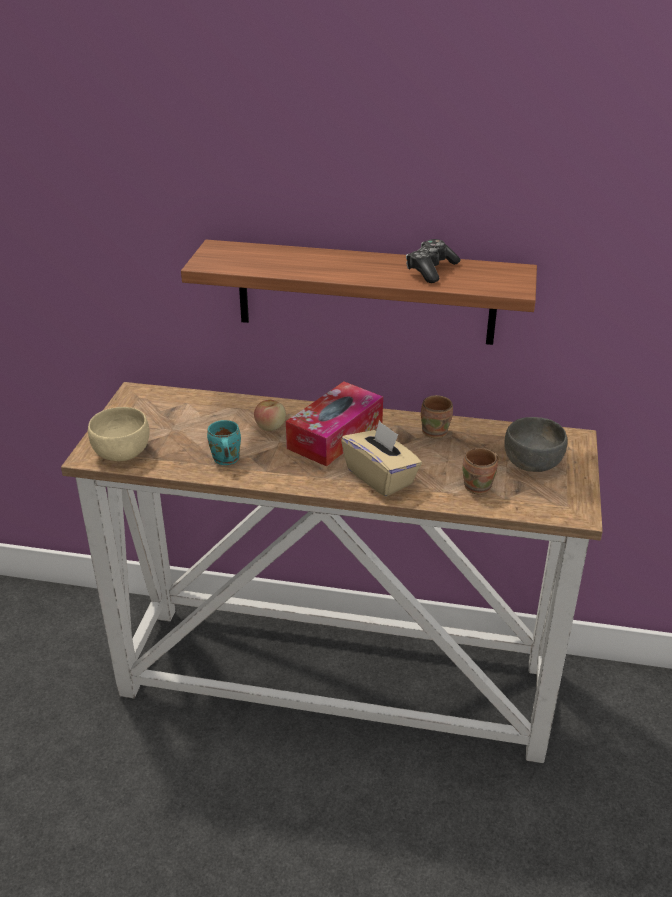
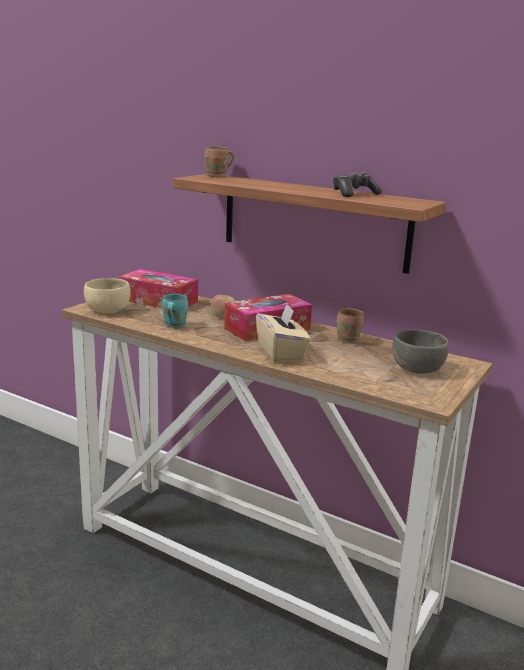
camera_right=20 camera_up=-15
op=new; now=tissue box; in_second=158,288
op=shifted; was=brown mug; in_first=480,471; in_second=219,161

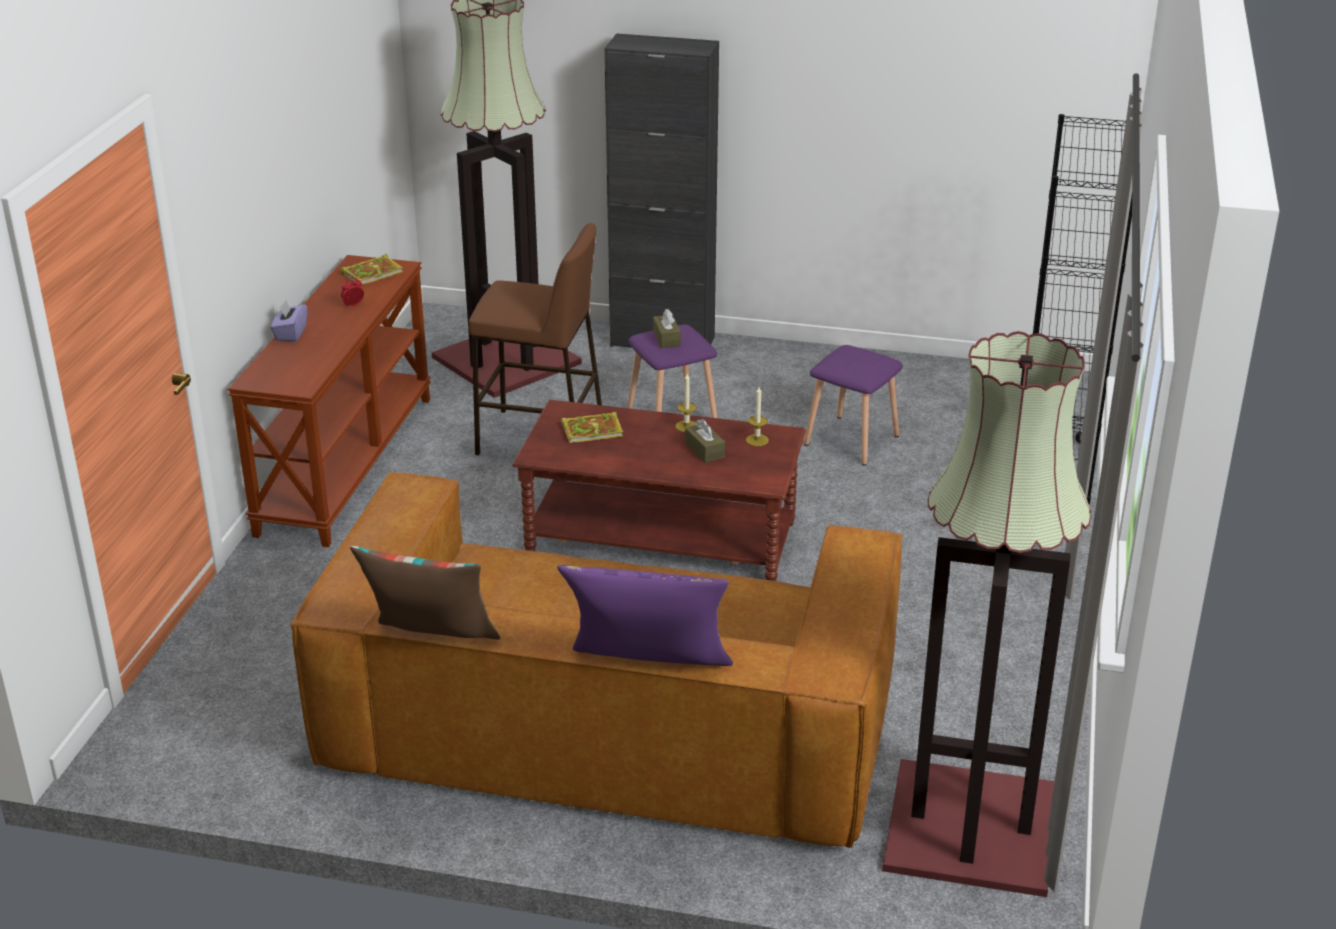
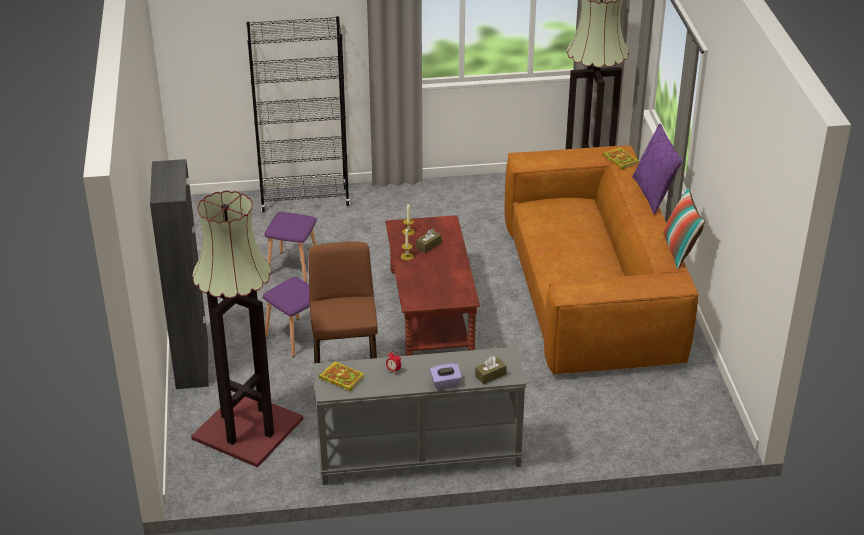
camera_right=-110 camera_up=5
op=repainted; was=brown console table; now=grey console table; in_first=329,401; in_second=420,416
op=shifted; was=brown tissue box; in_first=667,328; in_second=491,370
op=shifted; was=book; in_first=592,427; in_second=620,159

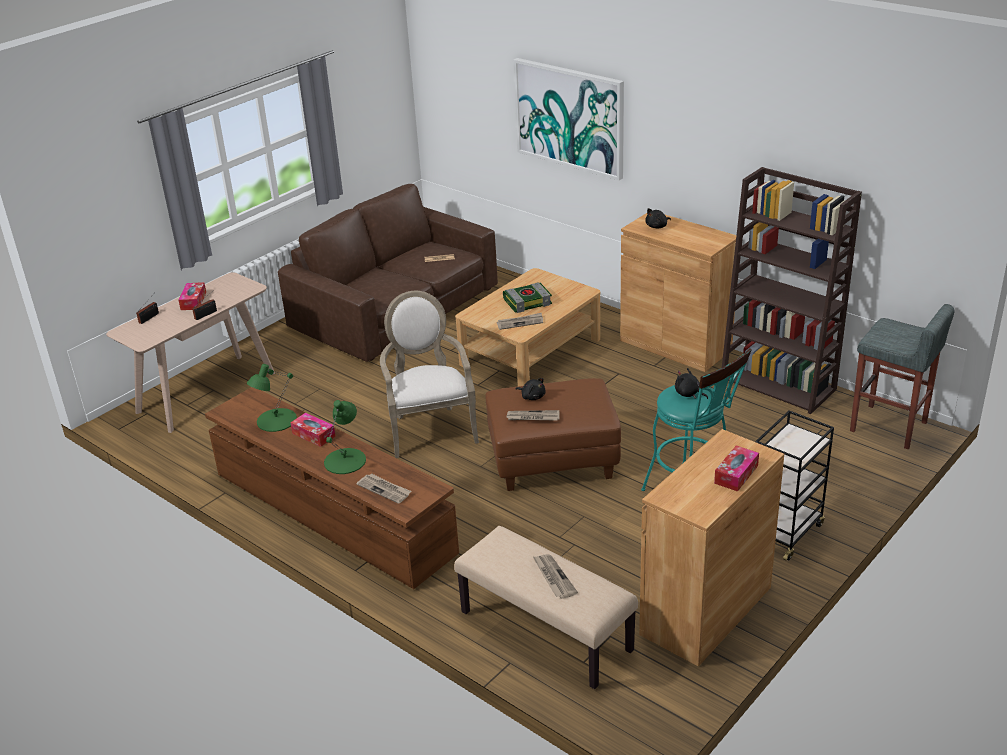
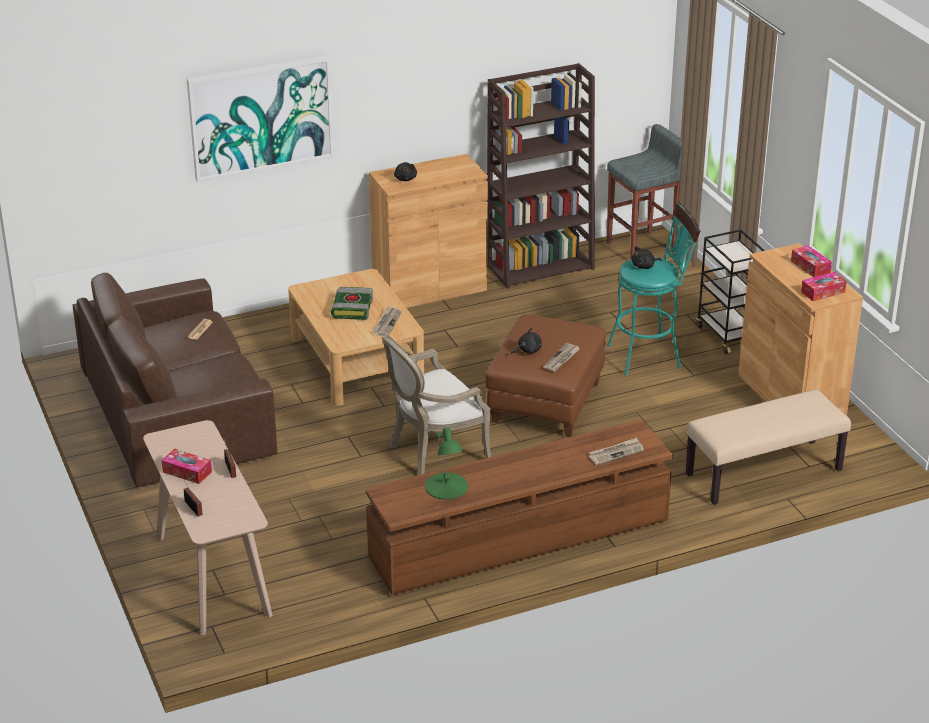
camera_right=-65 camera_up=0
op=rotated; was=armchair; in_first=429,374; in_second=436,405; clockwise=-45
op=shifted; was=tissue box; in_first=313,430; in_second=824,286
op=gone; was=green table lamp; in_first=345,437
op=gone; was=newspaper; in_first=555,576

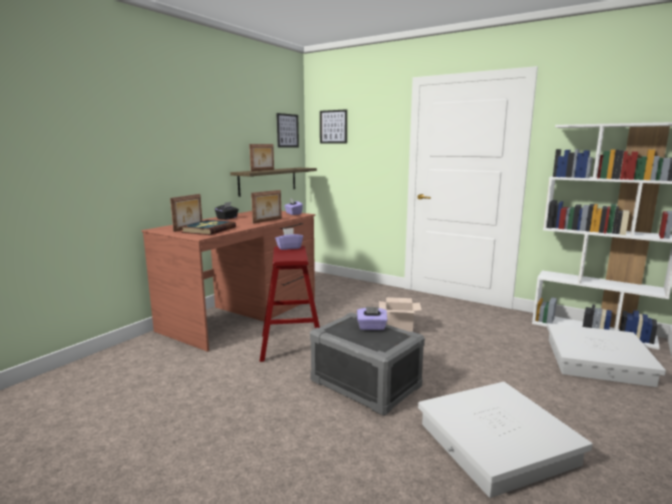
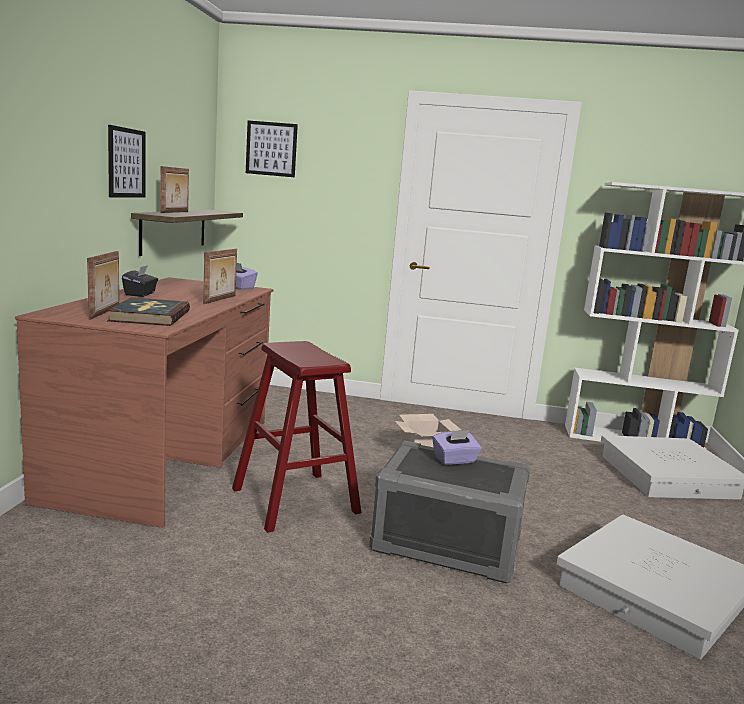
camera_right=-25 camera_up=0
op=shifted; was=picture; in_first=287,130; in_second=127,161
op=gone; was=purple tissue box; in_first=289,239

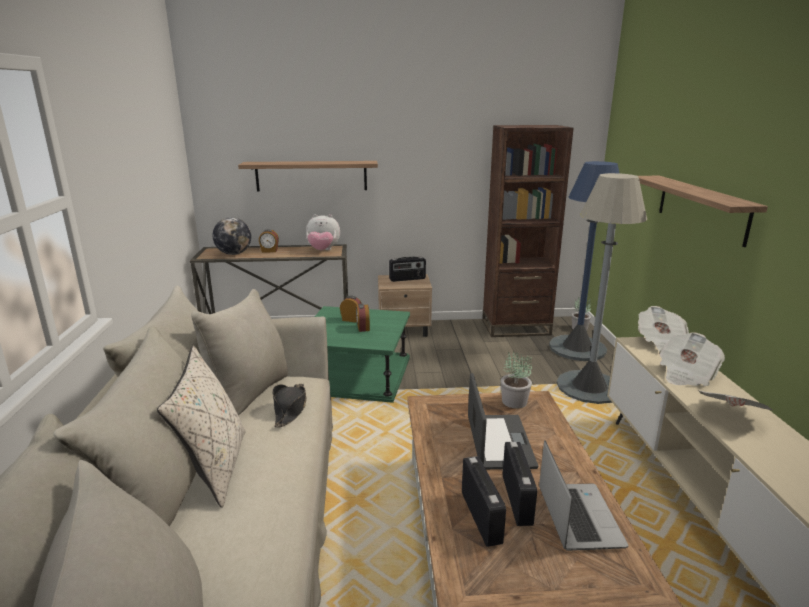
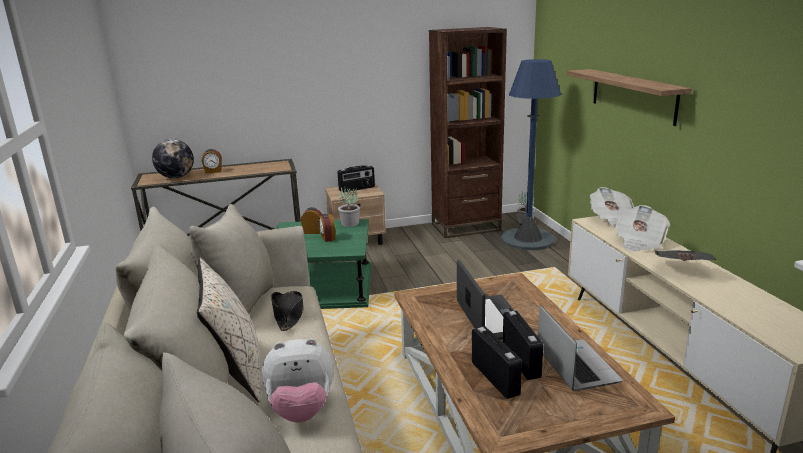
camera_right=-10 camera_up=0
op=shifted; was=plush toy; in_first=323,232; in_second=298,380
op=shifted; was=potted plant; in_first=516,379; in_second=349,206
op=gone; was=shelf; in_first=308,176
op=gone; was=grey floor lamp; in_first=601,288

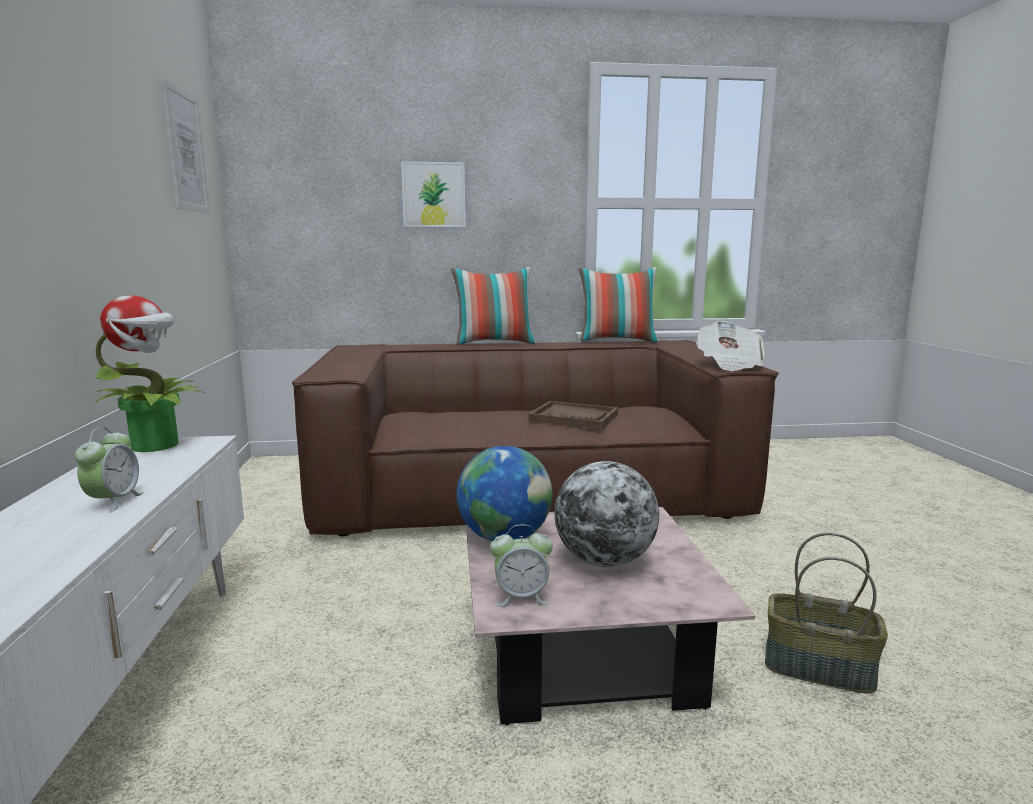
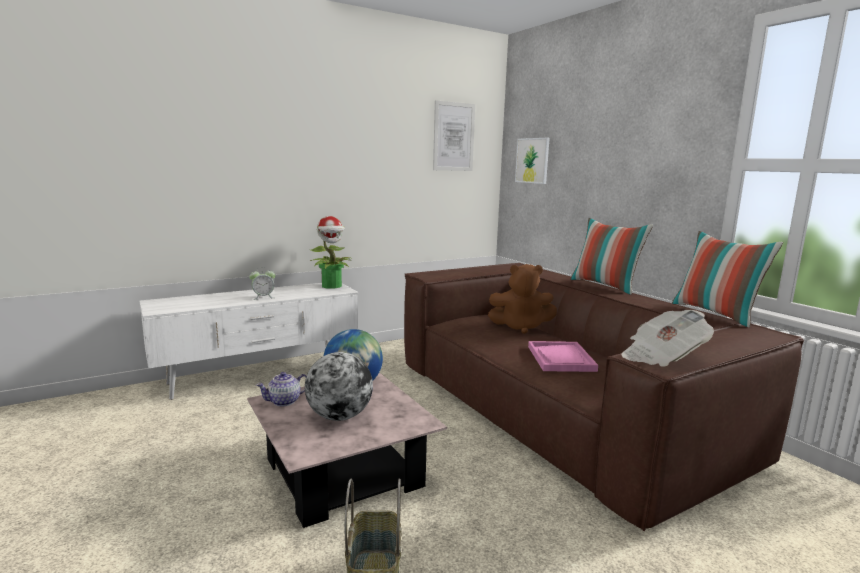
camera_right=65 camera_up=0
op=swapped; was=alarm clock; now=teapot; in_first=521,565; in_second=281,389
op=new; now=brown plush toy; in_second=522,299
op=shifted; was=picture; in_first=433,194; in_second=532,161
op=repainted; was=brown tray; now=pink tray; in_first=573,415; in_second=563,356

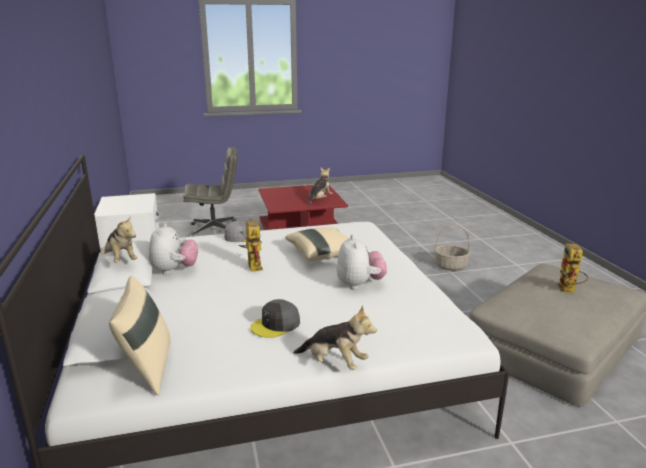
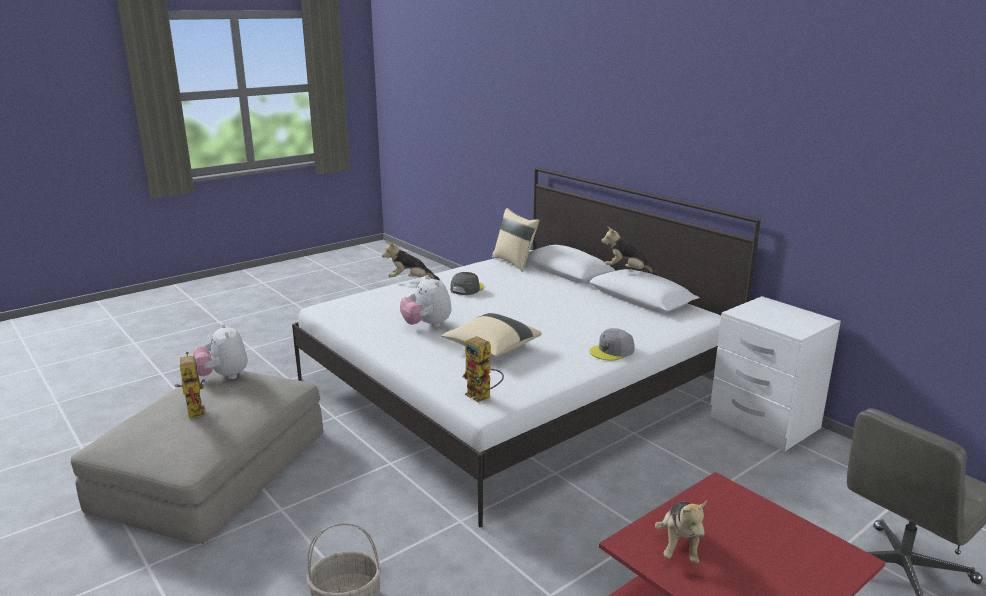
camera_right=155 camera_up=0
op=shifted; was=plush toy; in_first=173,249; in_second=220,351
op=shifted; was=toy robot; in_first=251,245; in_second=483,369

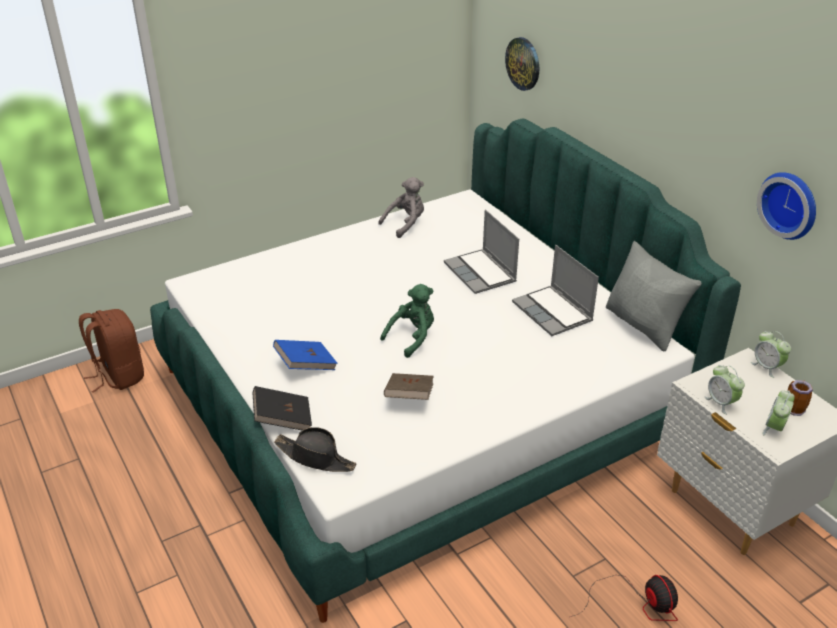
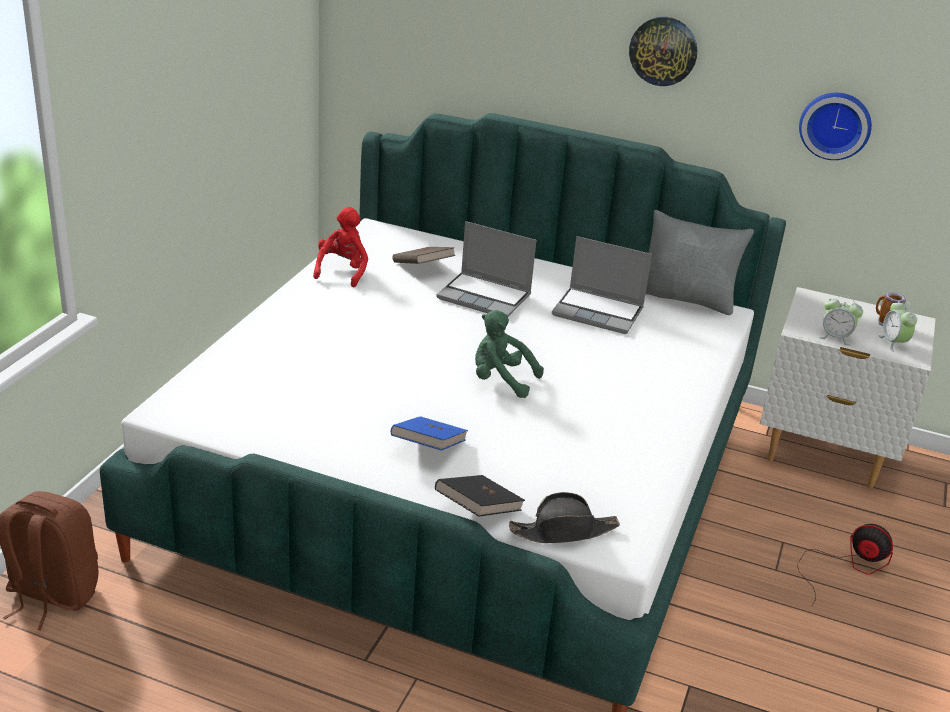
camera_right=-40 camera_up=-5
op=repainted; was=grey plush toy; now=red plush toy; in_first=401,207; in_second=340,247
op=shifted; was=brown book; in_first=409,386; in_second=424,255
op=rotated; was=green plush toy; in_first=407,321; in_second=509,354; clockwise=-75
op=shifted; was=wall clock; in_first=522,64; in_second=663,51
op=gone; was=alarm clock; in_first=771,354

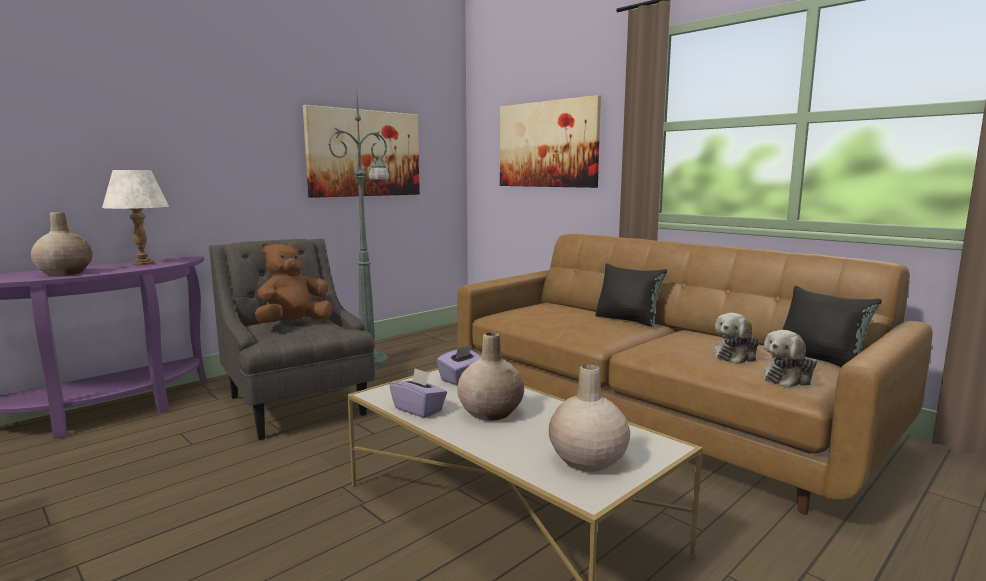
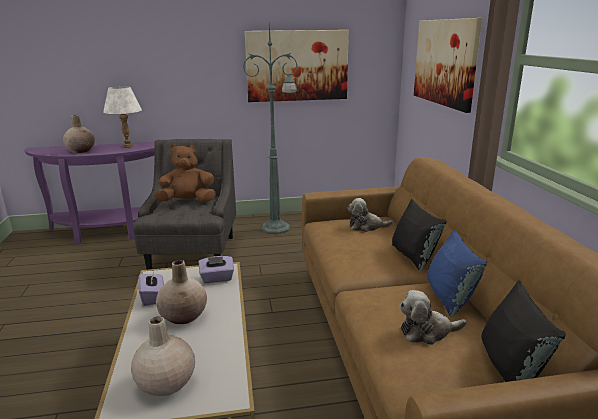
camera_right=35 camera_up=10
op=shifted; was=plush toy; in_first=790,358; in_second=370,215
op=new; now=blue pillow; in_second=457,273

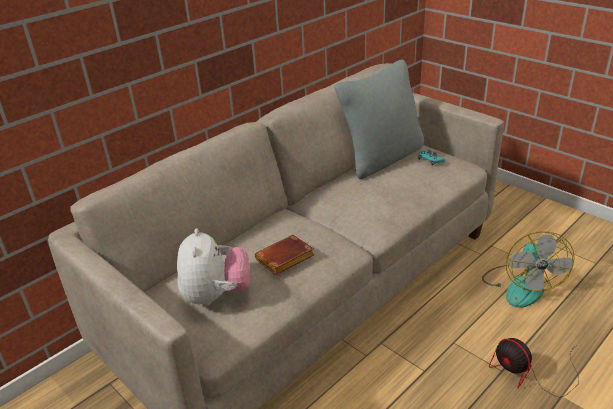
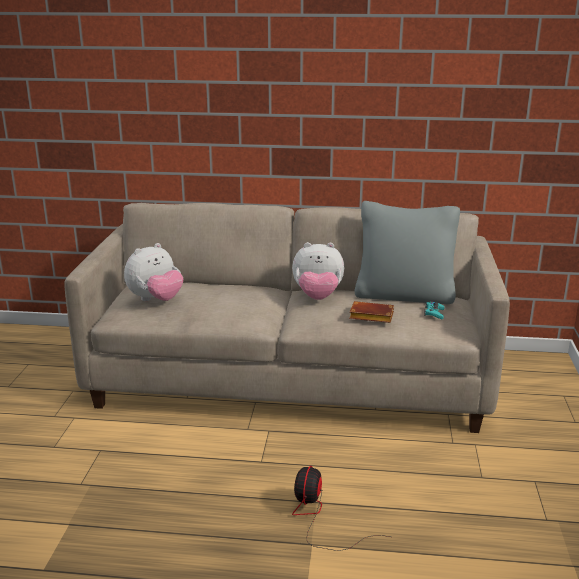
camera_right=50 camera_up=-10
op=new; now=plush toy; in_second=318,271
op=shifted; was=brown book; in_first=284,255; in_second=371,312
op=gone; was=fan; in_first=528,269

